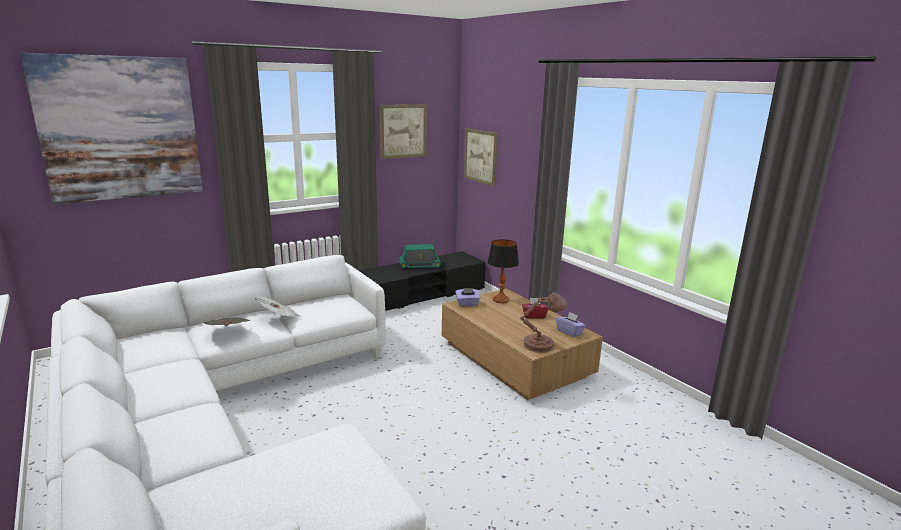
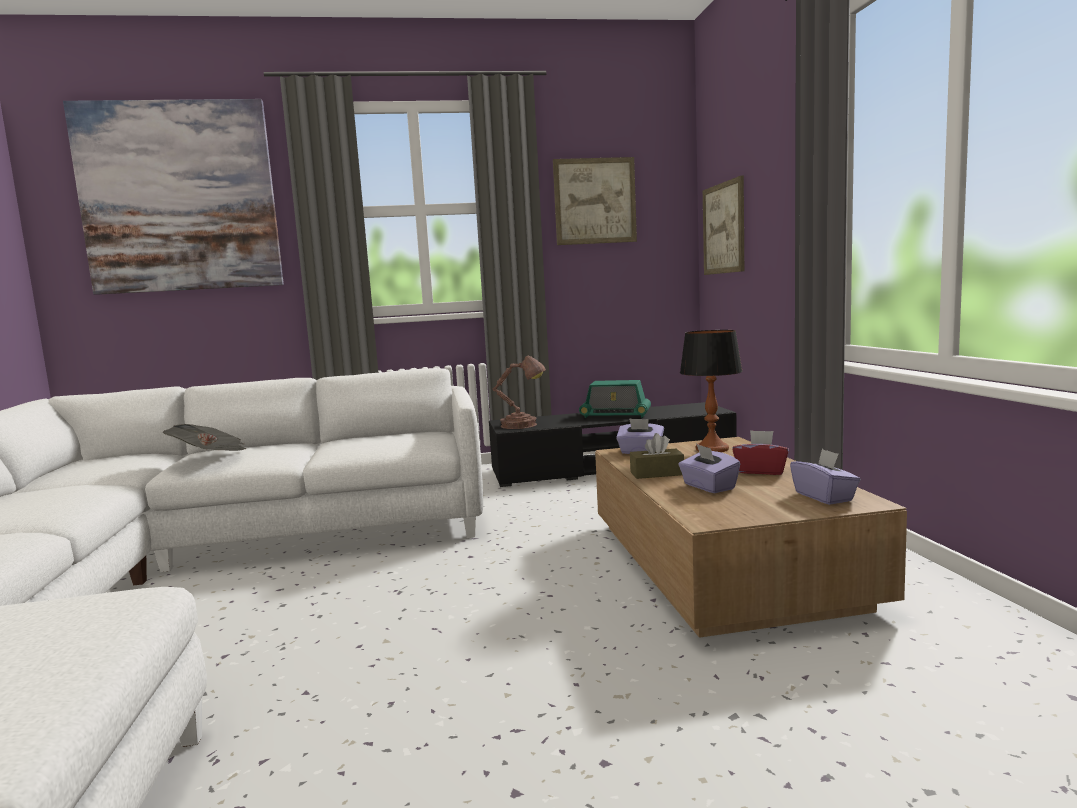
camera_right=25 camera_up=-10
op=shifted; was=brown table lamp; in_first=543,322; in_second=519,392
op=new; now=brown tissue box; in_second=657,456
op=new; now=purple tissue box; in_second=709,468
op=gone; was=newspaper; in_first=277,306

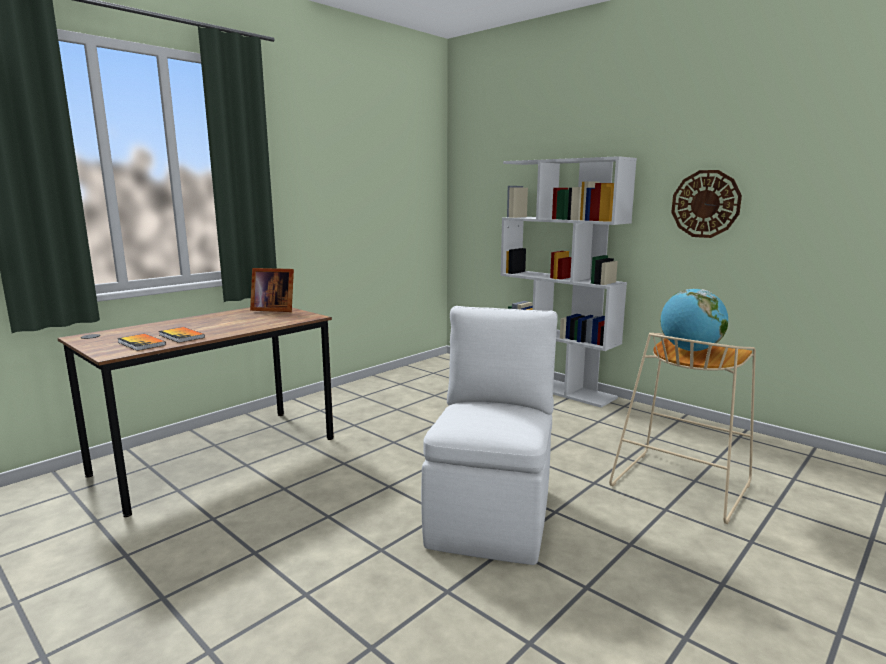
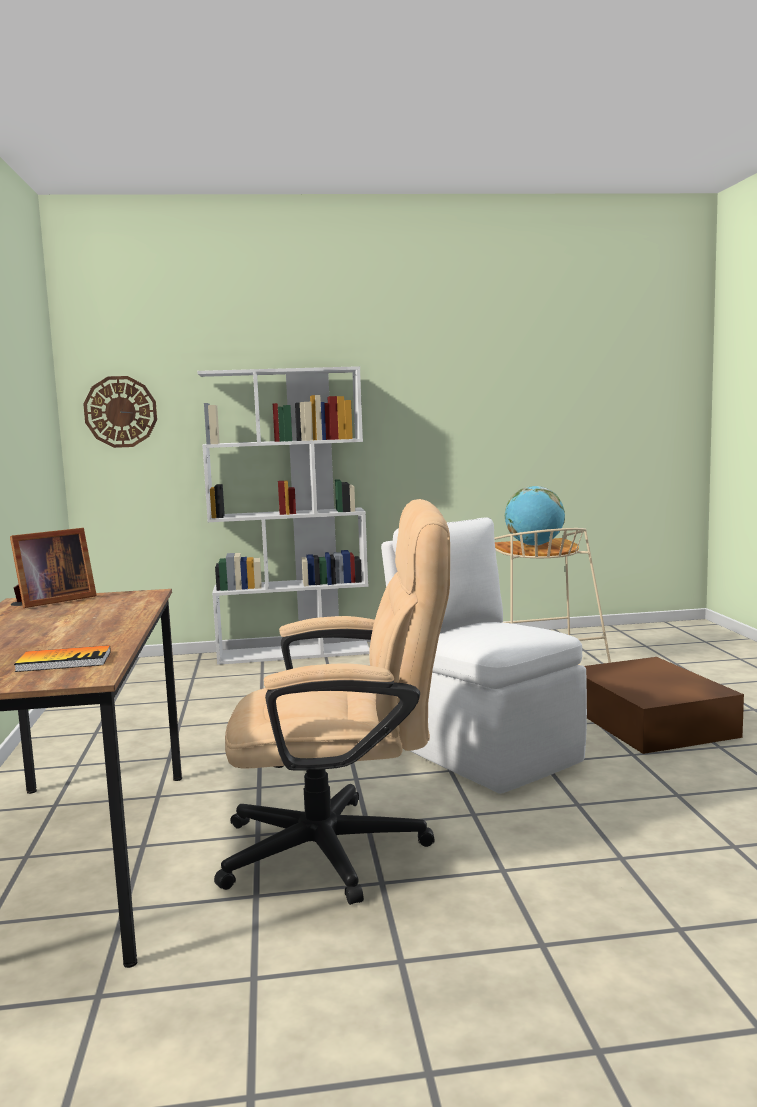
camera_right=-50 camera_up=-5
op=shifted; was=wall clock; in_first=706,204; in_second=120,412
op=new; now=beige office chair; in_second=332,702
op=new; now=brown storage box; in_second=664,705
op=gone; was=book; in_first=182,335

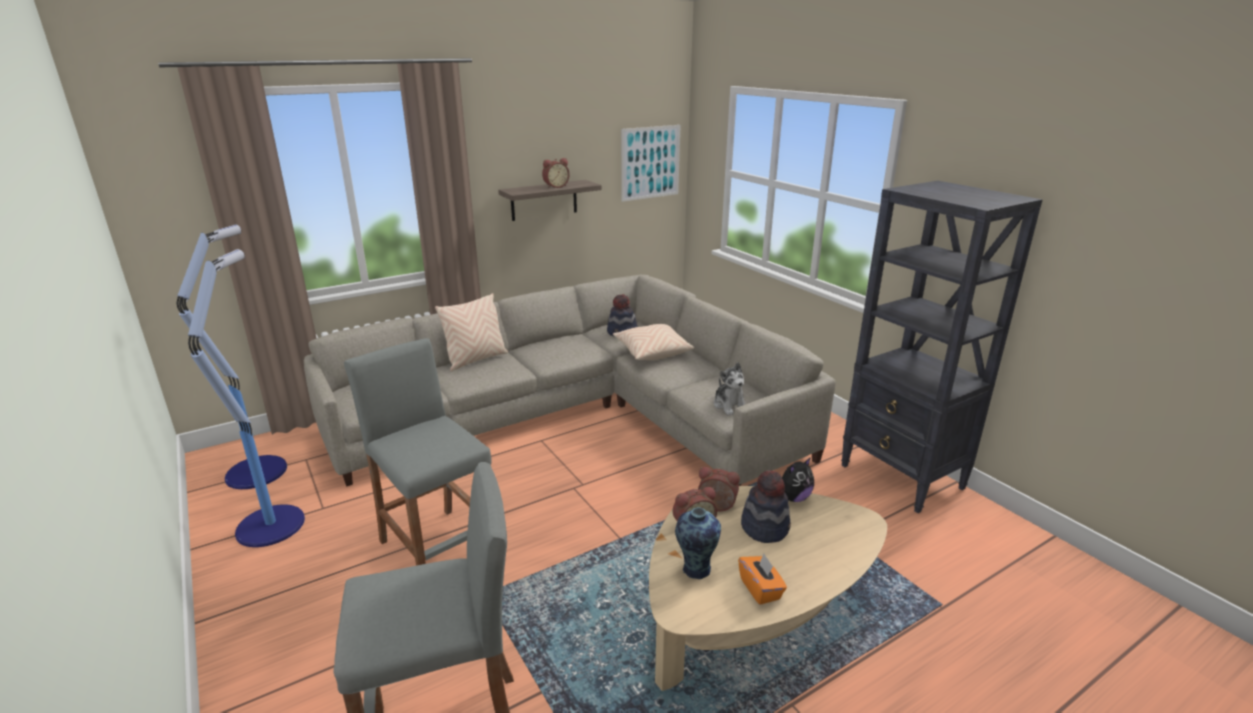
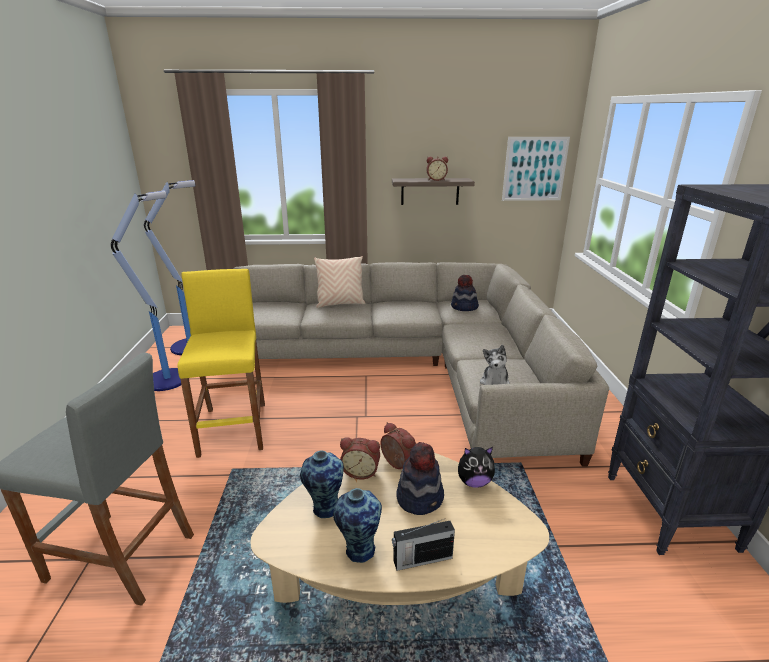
camera_right=30 camera_up=0
op=repainted; was=grey stool; now=yellow stool; in_first=418,452; in_second=221,363
op=swapped; was=orange tissue box; now=vase; in_first=762,579; in_second=357,525
op=new; now=radio; in_second=423,544
op=gone; was=beige pillow; in_first=653,342

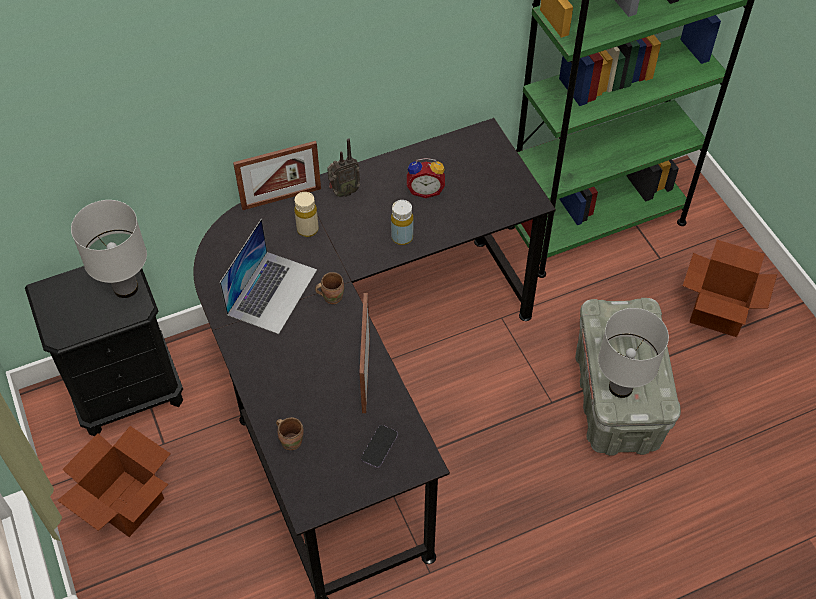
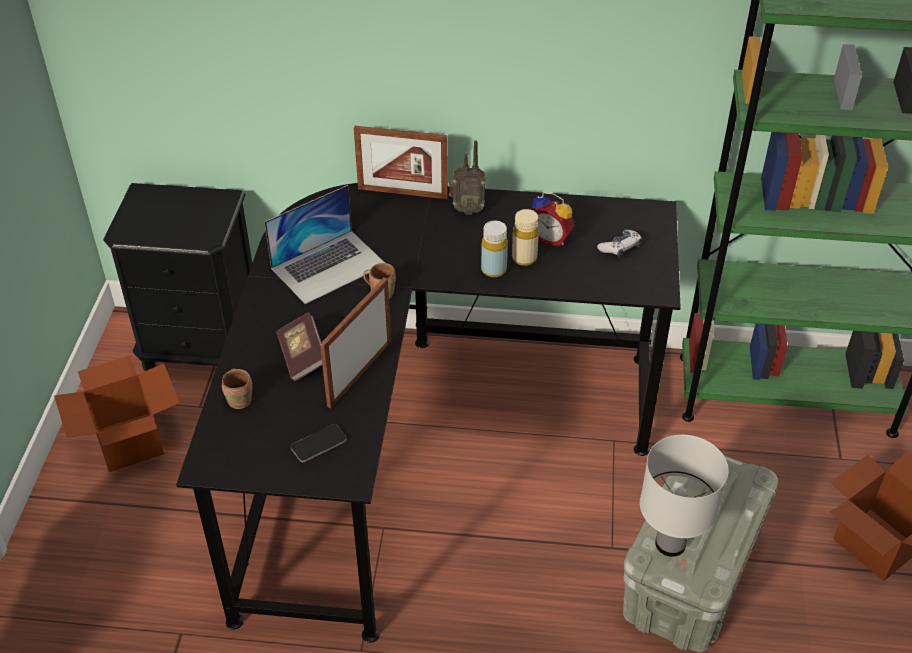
camera_right=30 camera_up=-10
op=new; now=book; in_second=299,347
op=shifted; was=beige bottle; in_first=306,214; in_second=525,237
op=new; now=game controller; in_second=619,243
op=gone; was=white table lamp; in_first=109,249

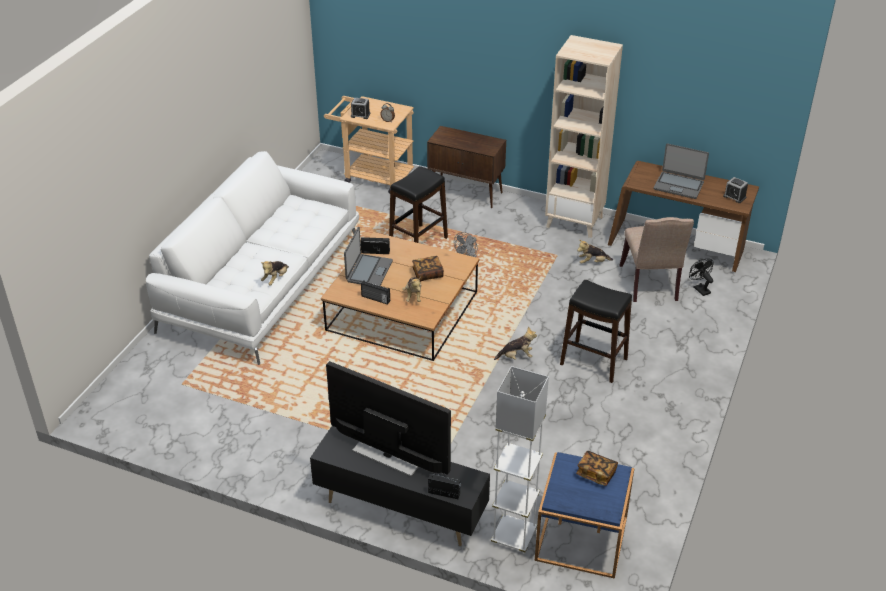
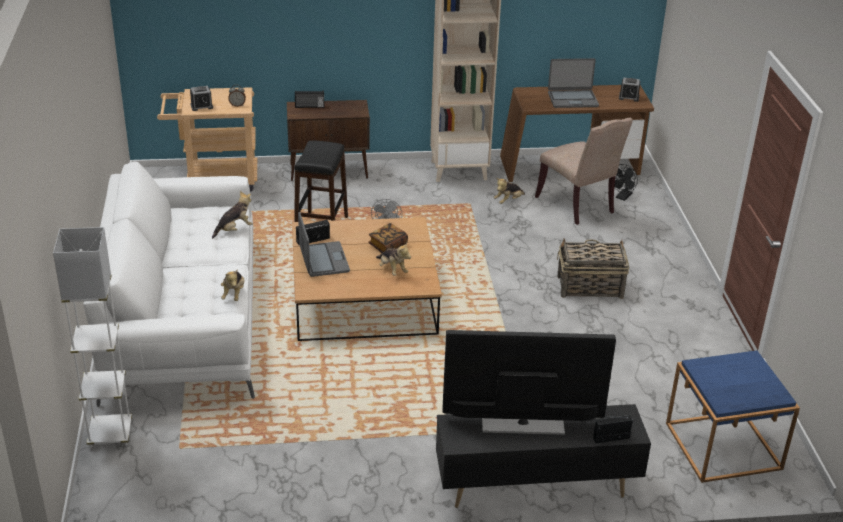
camera_right=-30 camera_up=-5
op=shifted; was=white floor lamp; in_first=520,460; in_second=92,337
op=shifted; was=plush toy; in_first=515,343; in_second=232,215
op=shifted; was=radio; in_first=375,293; in_second=309,99
op=swapped; was=black stool; now=basket; in_first=596,331; in_second=593,268
op=rotated; was=black fan; in_first=701,277; in_second=626,182; clockwise=-90
op=gone; was=book; in_first=597,468

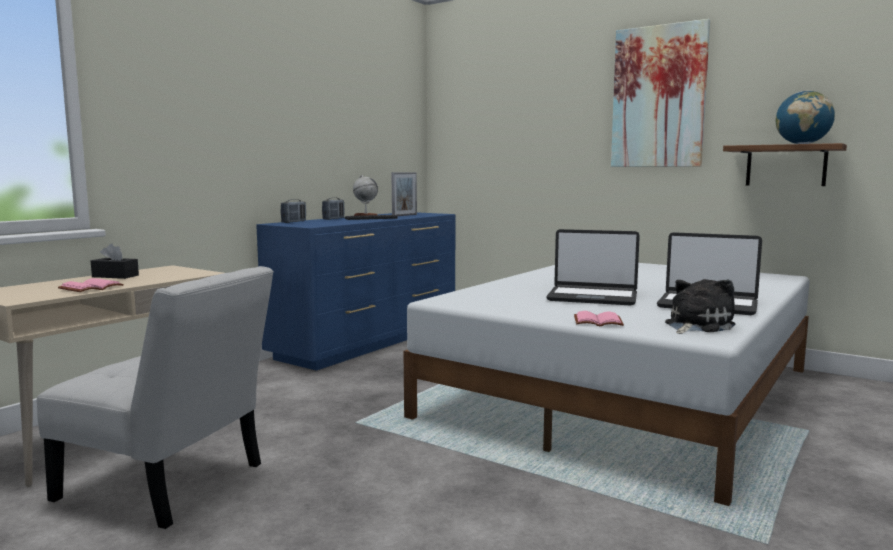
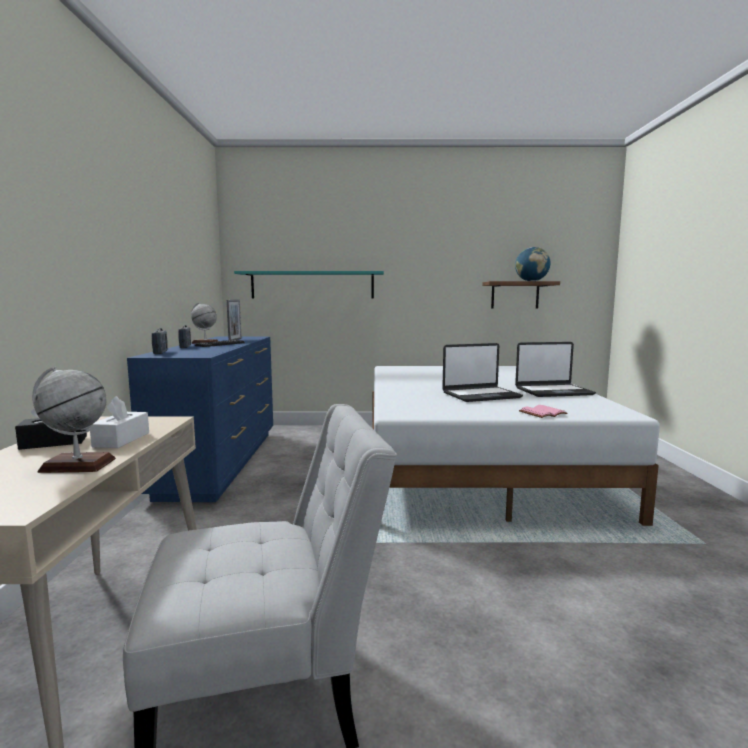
camera_right=-35 camera_up=0
op=swapped; was=pink book; now=globe; in_first=91,285; in_second=74,420
op=new; now=white tissue box; in_second=119,422
op=new; now=turquoise shelf; in_second=309,285
op=gone; was=picture; in_first=660,93
op=gone; was=plush toy; in_first=700,306

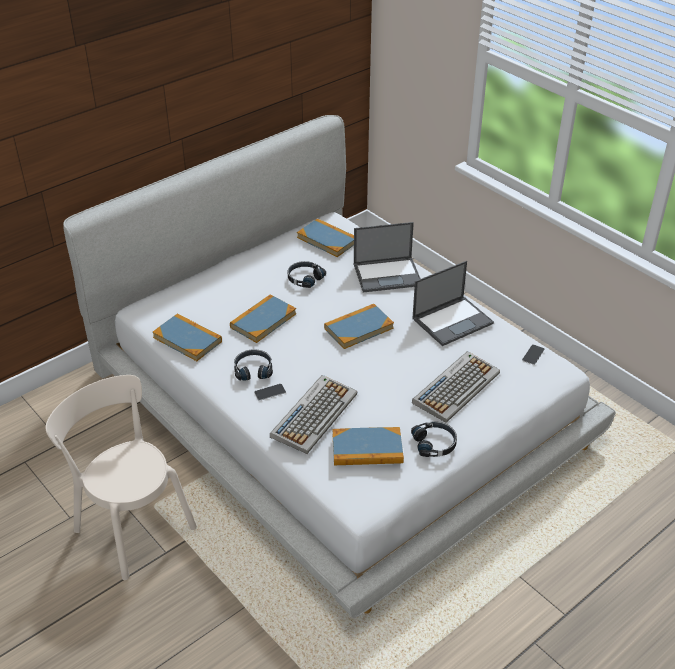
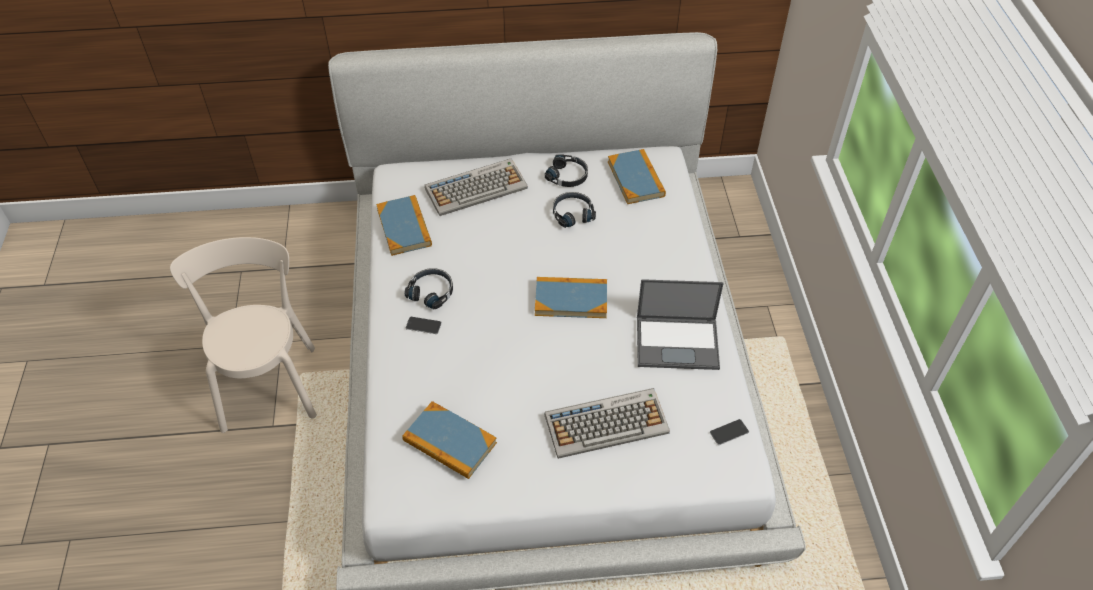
camera_right=35 camera_up=10
op=shifted; was=keyboard; in_first=313,414; in_second=476,187
op=shifted; was=black headphones; in_first=434,439; in_second=566,170
op=gone; was=book; in_first=263,318
op=gone; was=laptop; in_first=387,257

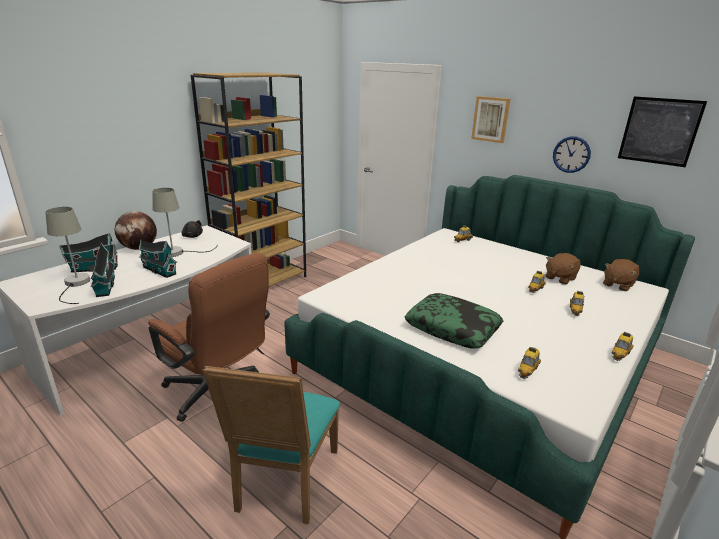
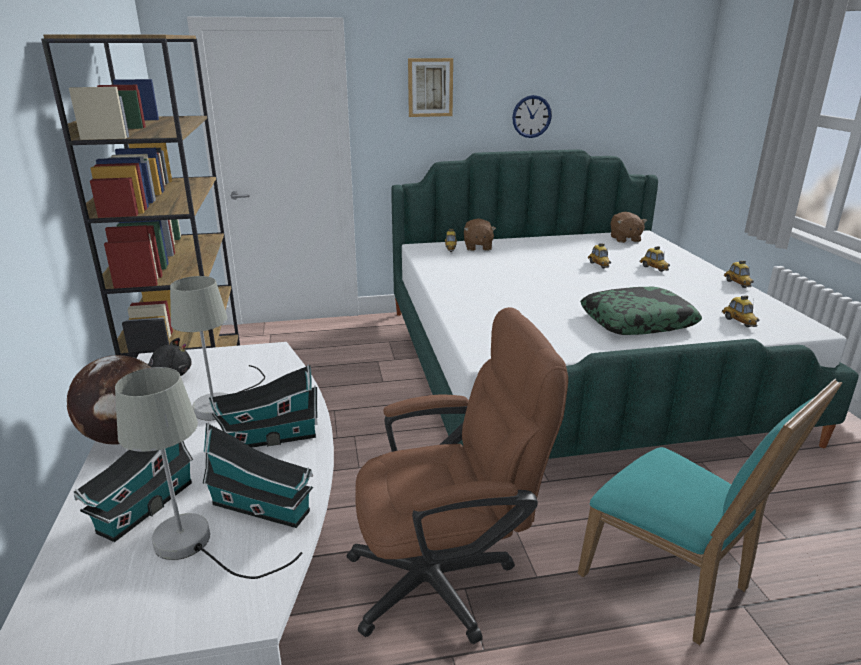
camera_right=-50 camera_up=0
op=shifted; was=brown plush toy; in_first=563,268; in_second=480,235
op=gone; was=picture; in_first=662,131

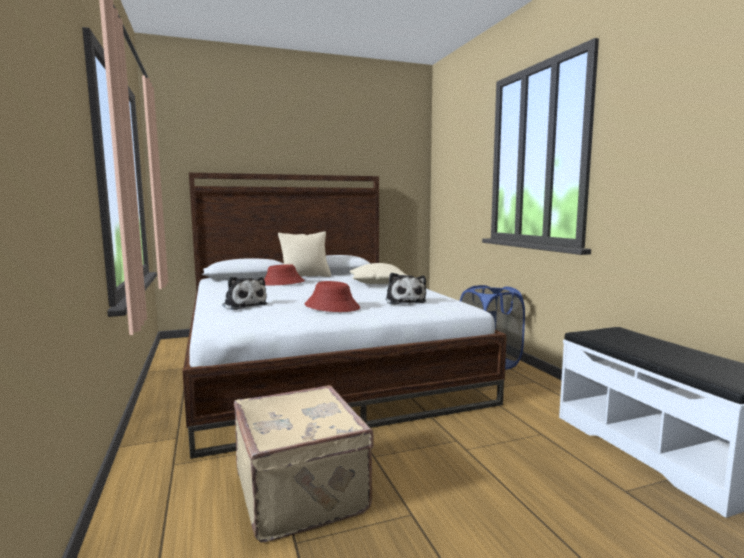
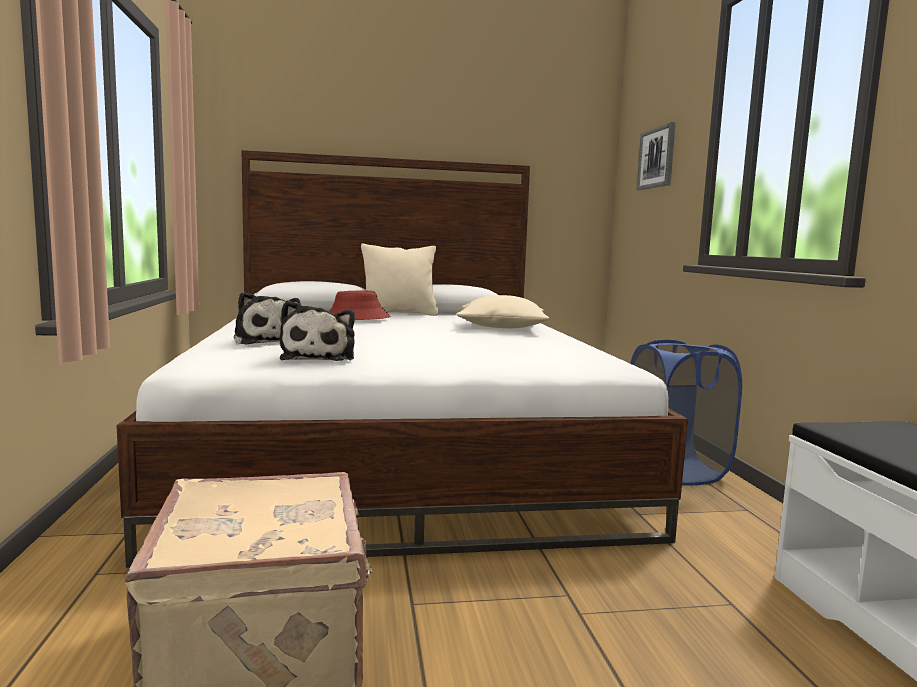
camera_right=10 camera_up=0
op=shifted; was=plush toy; in_first=406,289; in_second=317,331
op=new; now=picture; in_second=656,156
op=gone; was=red hat; in_first=332,296

